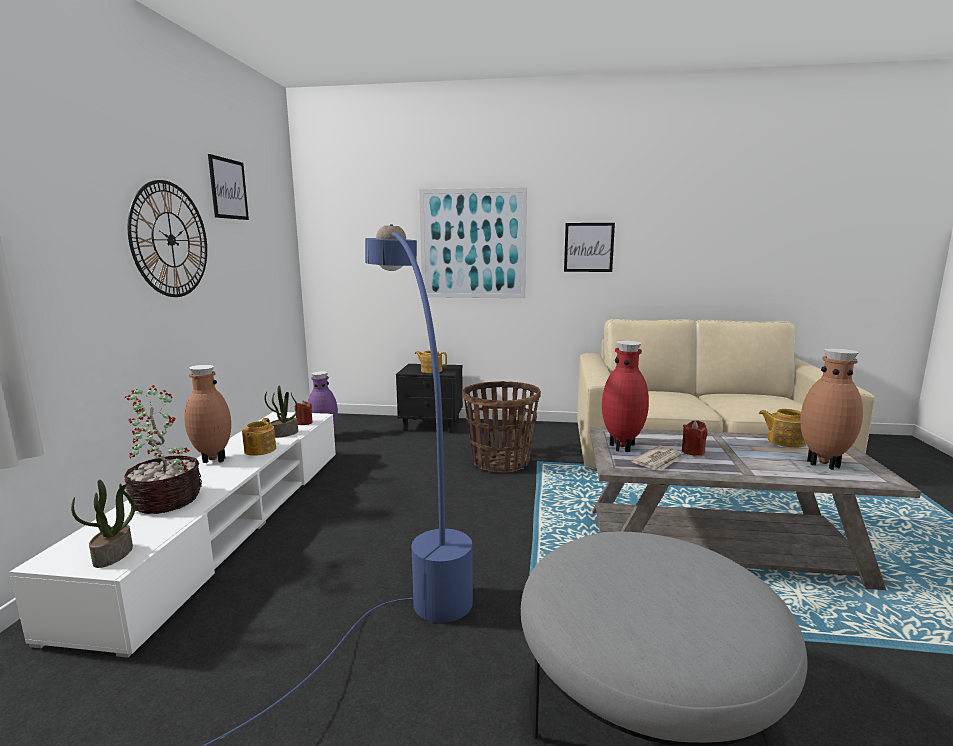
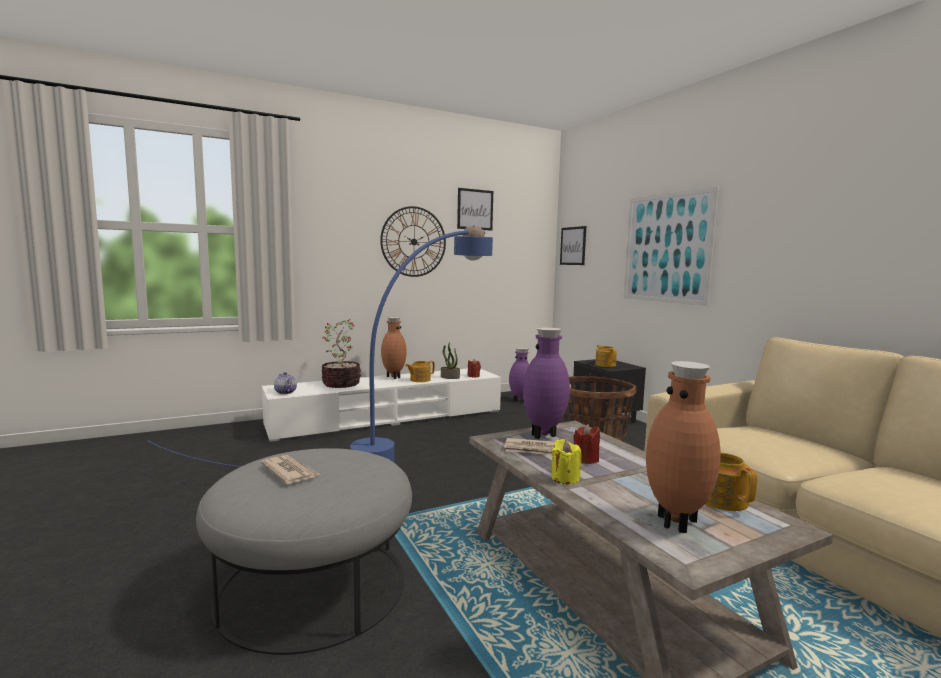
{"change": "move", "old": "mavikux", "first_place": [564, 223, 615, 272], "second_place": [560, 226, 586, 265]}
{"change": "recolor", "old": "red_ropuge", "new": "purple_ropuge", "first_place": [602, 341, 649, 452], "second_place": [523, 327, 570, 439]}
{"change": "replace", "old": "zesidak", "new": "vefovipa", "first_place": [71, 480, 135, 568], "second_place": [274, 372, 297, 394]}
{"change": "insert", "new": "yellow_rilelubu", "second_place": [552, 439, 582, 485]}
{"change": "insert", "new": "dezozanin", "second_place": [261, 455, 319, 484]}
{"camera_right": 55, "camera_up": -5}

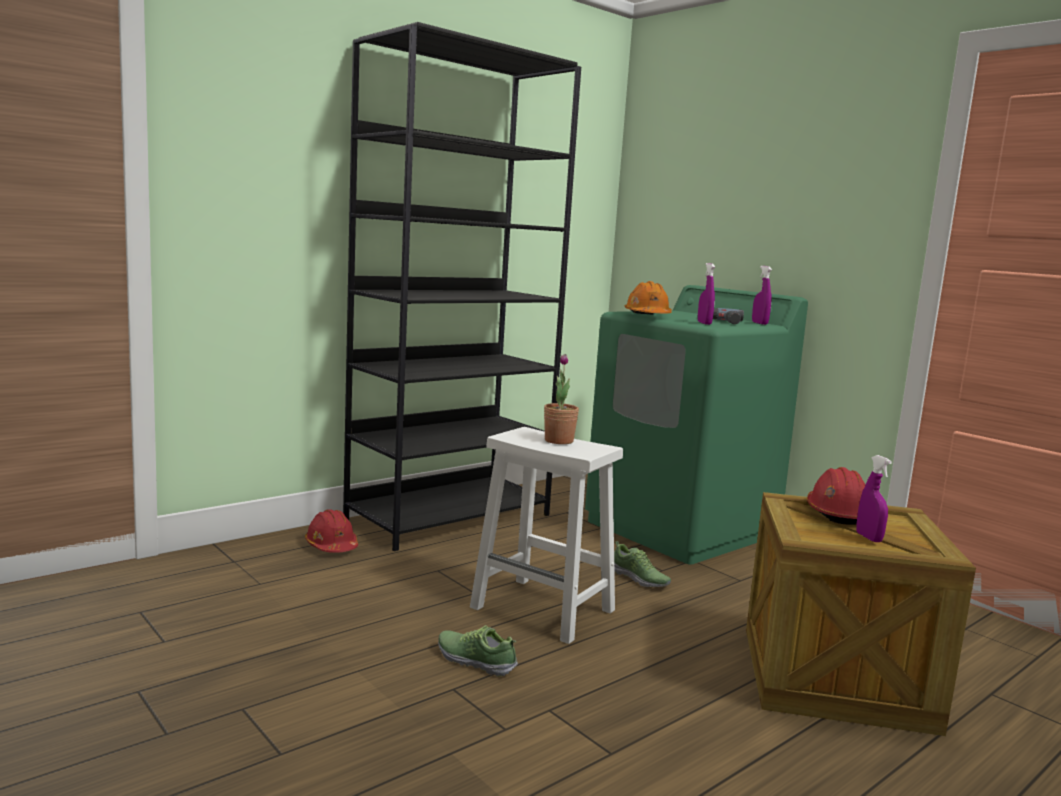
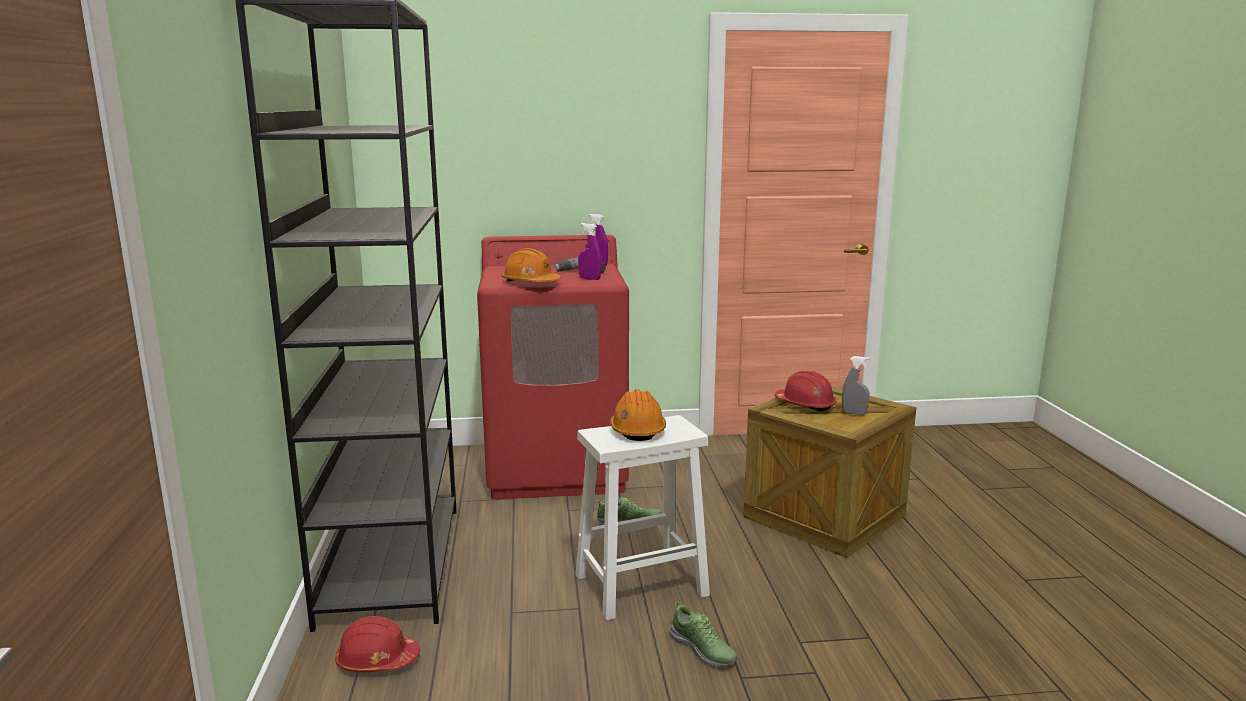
{"change": "recolor", "old": "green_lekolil", "new": "red_lekolil", "first_place": [585, 285, 808, 565], "second_place": [477, 235, 629, 500]}
{"change": "replace", "old": "zesidak", "new": "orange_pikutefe", "first_place": [544, 354, 579, 444], "second_place": [610, 389, 666, 441]}
{"change": "recolor", "old": "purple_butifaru", "new": "grey_butifaru", "first_place": [856, 455, 892, 542], "second_place": [842, 356, 870, 415]}
{"change": "rotate", "old": "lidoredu", "first_place": [438, 625, 518, 677], "second_place": [670, 601, 738, 666], "degrees": -105}
{"camera_right": -55, "camera_up": 5}

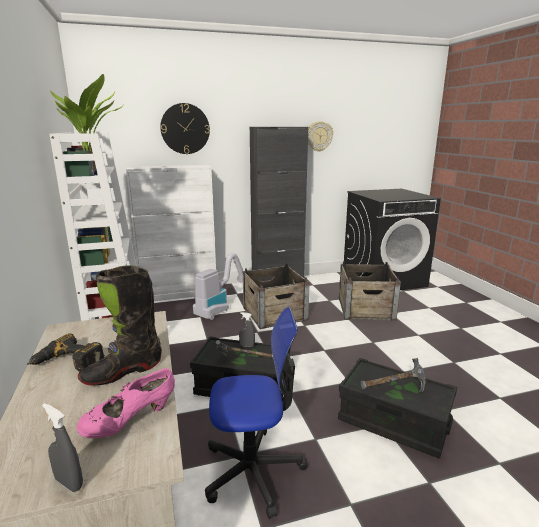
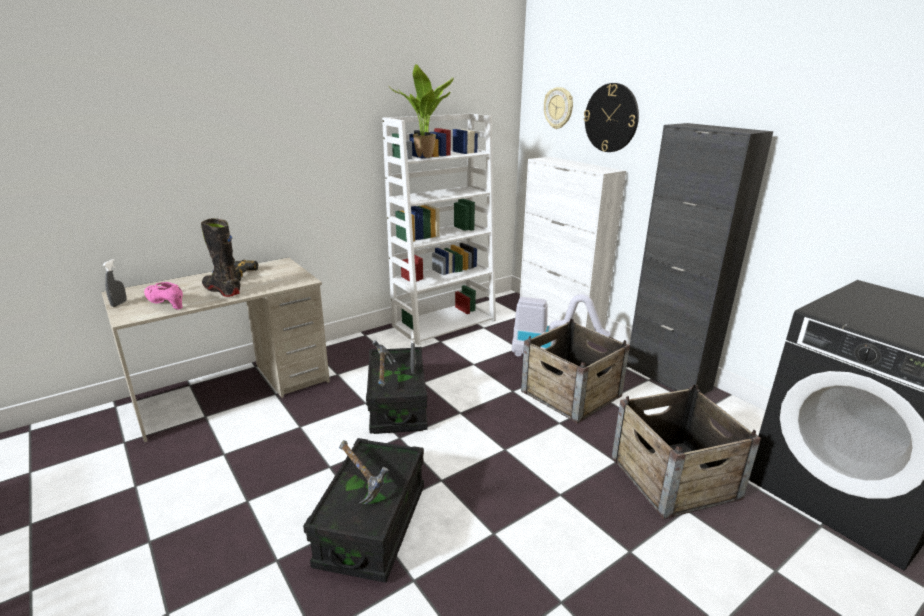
{"change": "move", "old": "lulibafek", "first_place": [308, 121, 333, 152], "second_place": [544, 87, 573, 129]}
{"change": "delete", "old": "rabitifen", "first_place": [205, 307, 308, 519]}
{"camera_right": 70, "camera_up": 5}

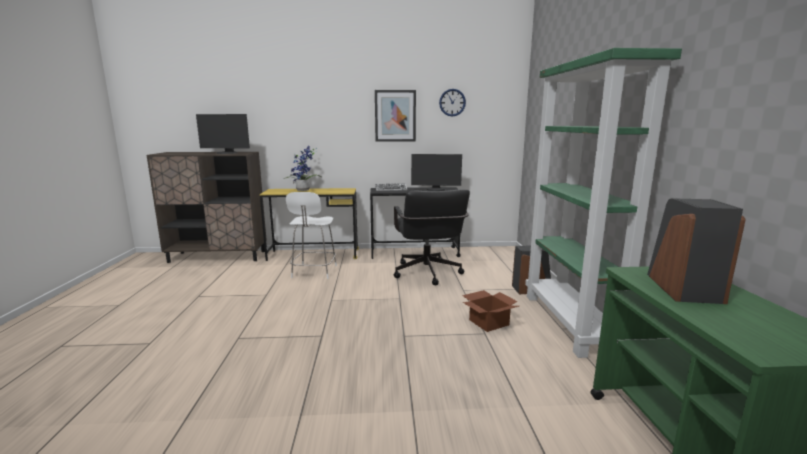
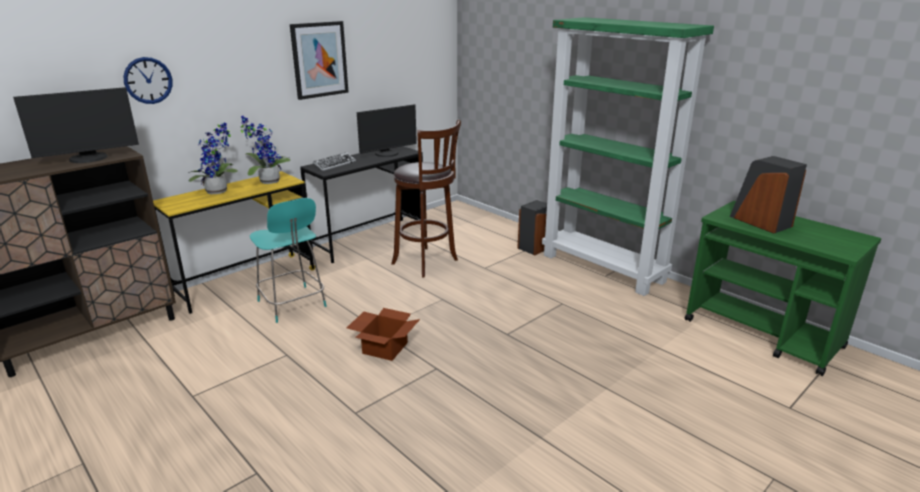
{"change": "move", "old": "lulibafek", "first_place": [439, 89, 466, 116], "second_place": [123, 57, 173, 104]}
{"change": "replace", "old": "black_rabitifen", "new": "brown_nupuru", "first_place": [393, 189, 470, 286], "second_place": [391, 119, 461, 277]}
{"change": "recolor", "old": "white_nupuru", "new": "turquoise_nupuru", "first_place": [286, 192, 337, 279], "second_place": [250, 198, 327, 323]}
{"change": "move", "old": "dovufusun", "first_place": [462, 290, 519, 332], "second_place": [347, 308, 420, 361]}
{"change": "insert", "new": "zesidak", "second_place": [241, 116, 290, 184]}
{"camera_right": -40, "camera_up": 10}

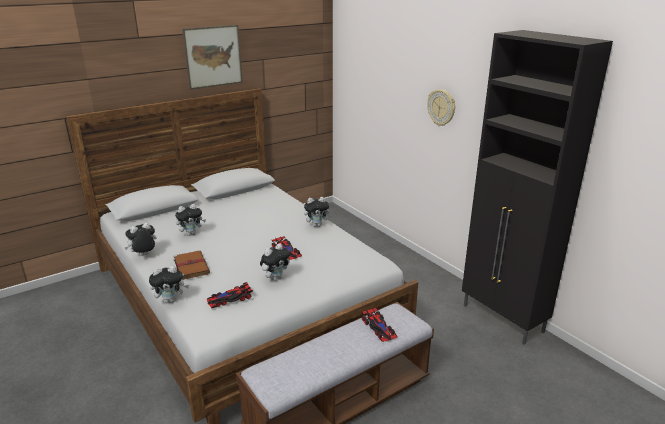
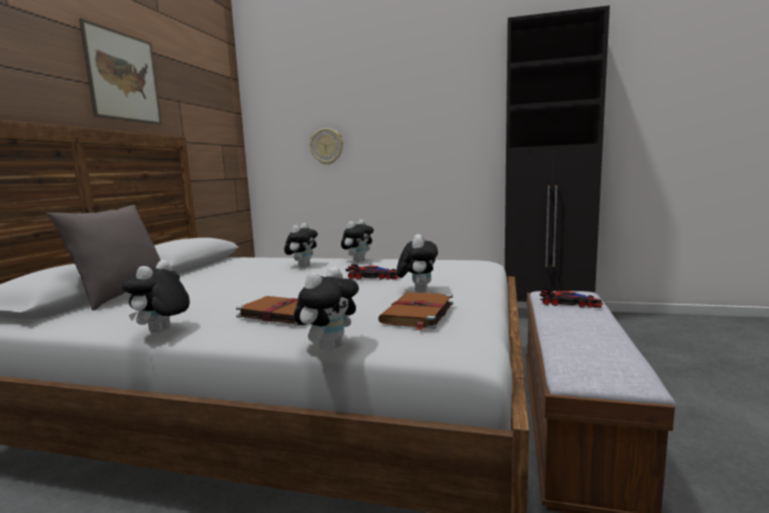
{"change": "move", "old": "lulibafek", "first_place": [427, 89, 455, 126], "second_place": [310, 128, 343, 165]}
{"change": "move", "old": "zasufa", "first_place": [175, 204, 206, 236], "second_place": [284, 223, 318, 267]}
{"change": "replace", "old": "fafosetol", "new": "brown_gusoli", "first_place": [207, 282, 253, 308], "second_place": [378, 292, 453, 331]}
{"change": "insert", "new": "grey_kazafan", "second_place": [46, 205, 161, 310]}
{"camera_right": -40, "camera_up": -15}

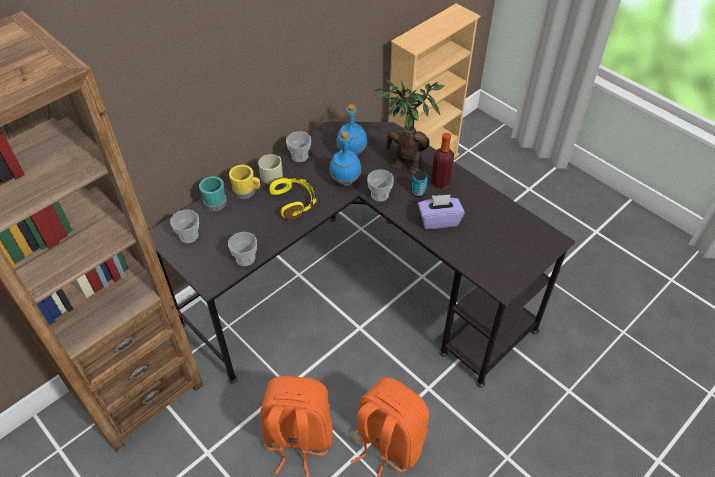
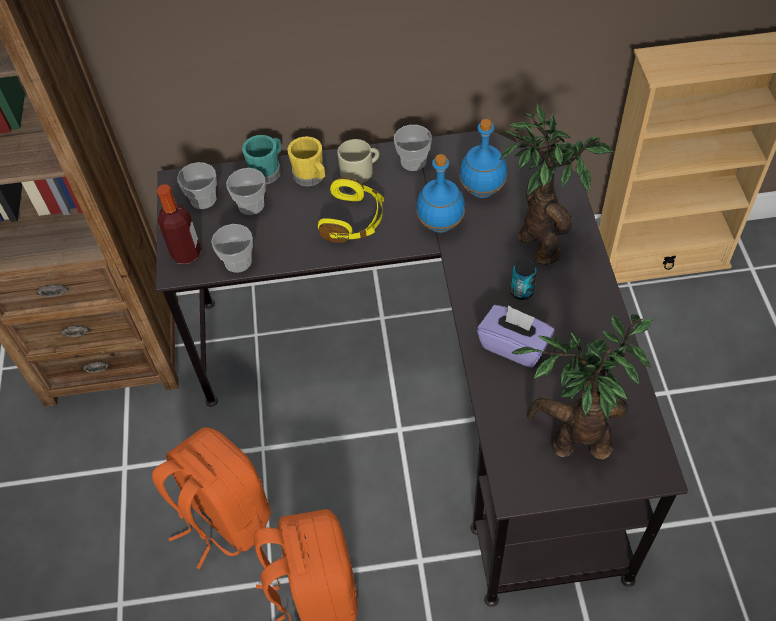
{"change": "move", "old": "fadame", "first_place": [431, 133, 454, 189], "second_place": [157, 184, 201, 264]}
{"change": "move", "old": "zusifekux", "first_place": [367, 170, 394, 202], "second_place": [226, 168, 266, 215]}
{"change": "insert", "new": "zesidak", "second_place": [512, 314, 653, 460]}
{"camera_right": 40, "camera_up": 5}

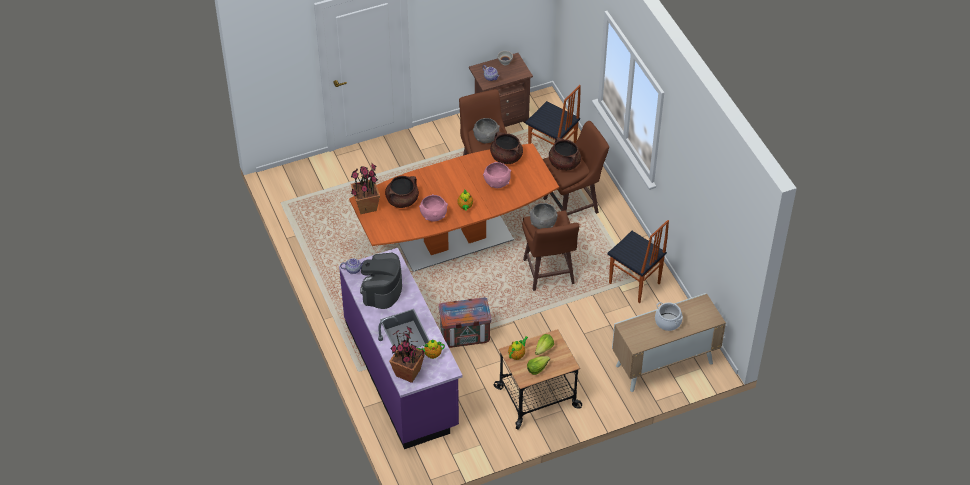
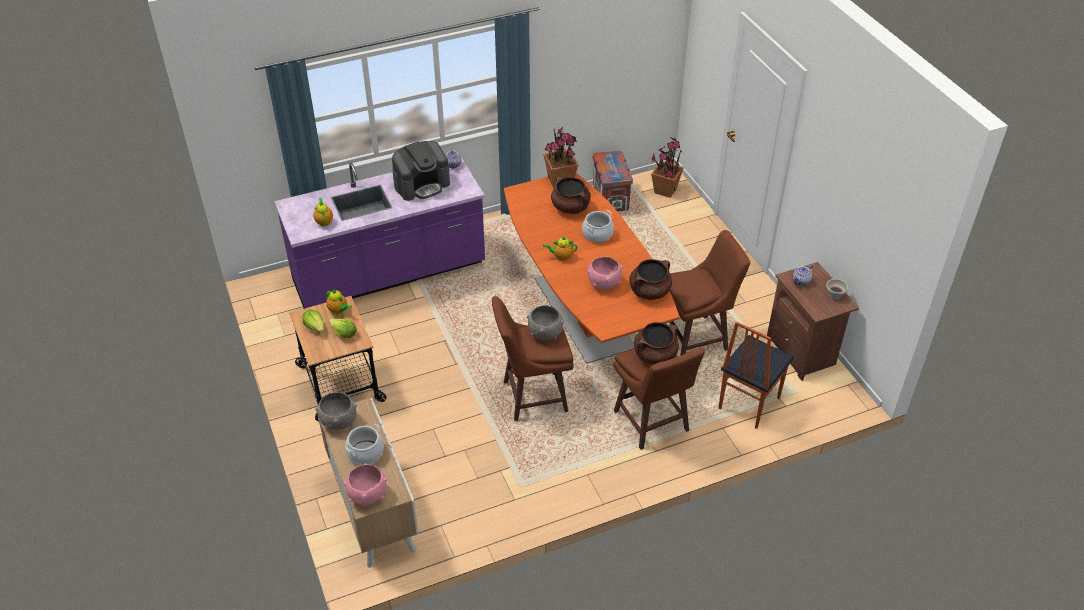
{"change": "move", "old": "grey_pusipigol", "first_place": [473, 118, 500, 143], "second_place": [315, 391, 357, 430]}
{"change": "move", "old": "pink_pusipigol", "first_place": [419, 194, 448, 222], "second_place": [344, 463, 387, 505]}
{"change": "delete", "old": "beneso", "first_place": [607, 220, 669, 303]}
{"change": "rotate", "old": "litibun", "first_place": [360, 253, 402, 309], "second_place": [392, 141, 450, 201], "degrees": 135}
{"change": "move", "old": "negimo", "first_place": [438, 297, 492, 348], "second_place": [593, 150, 633, 212]}
{"change": "move", "old": "zesidak", "first_place": [389, 327, 425, 383], "second_place": [651, 137, 684, 198]}
{"change": "insert", "new": "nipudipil", "second_place": [582, 210, 614, 243]}
{"camera_right": 90, "camera_up": -5}

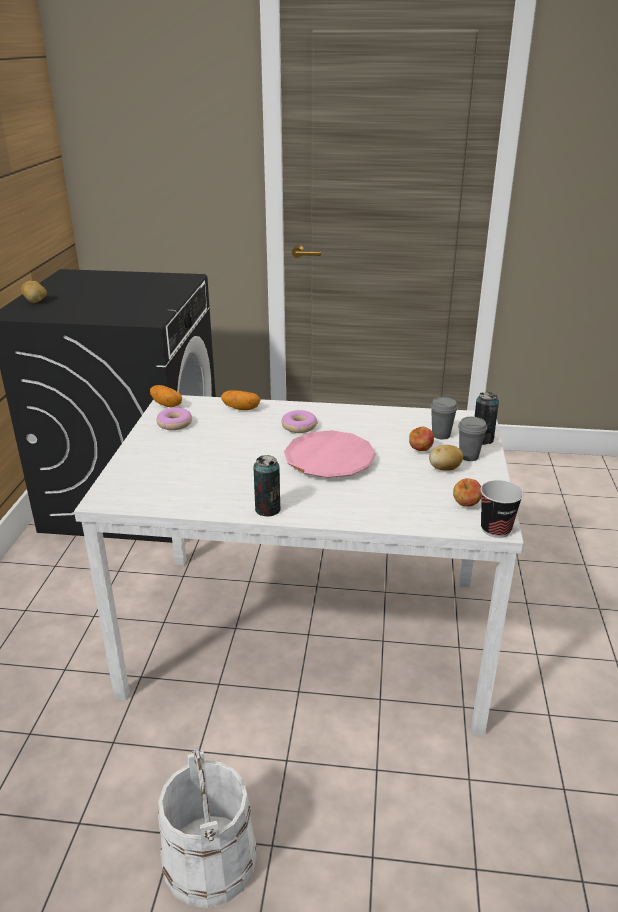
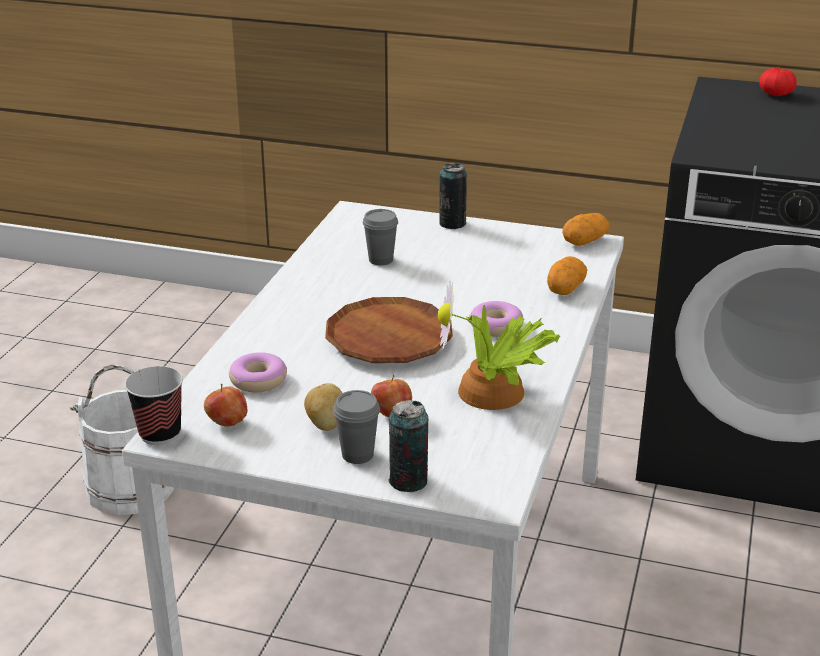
{"change": "replace", "old": "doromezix", "new": "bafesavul", "first_place": [21, 281, 47, 303], "second_place": [759, 68, 797, 96]}
{"change": "move", "old": "grey_zusifekux", "first_place": [430, 397, 458, 439], "second_place": [363, 209, 398, 266]}
{"change": "move", "old": "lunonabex", "first_place": [156, 408, 192, 430], "second_place": [229, 352, 287, 392]}
{"change": "recolor", "old": "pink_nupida", "new": "brown_nupida", "first_place": [284, 430, 376, 478], "second_place": [325, 297, 453, 363]}
{"change": "move", "old": "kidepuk", "first_place": [253, 455, 280, 517], "second_place": [439, 163, 467, 229]}
{"change": "insert", "new": "zesidak", "second_place": [438, 282, 560, 410]}
{"camera_right": 100, "camera_up": 0}

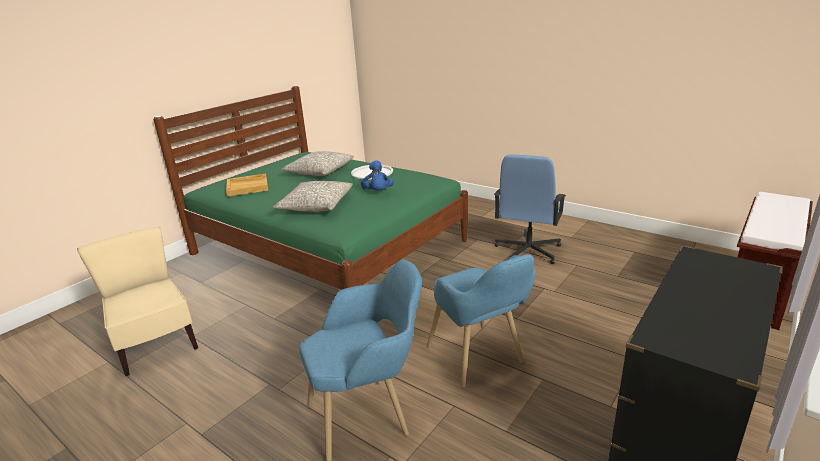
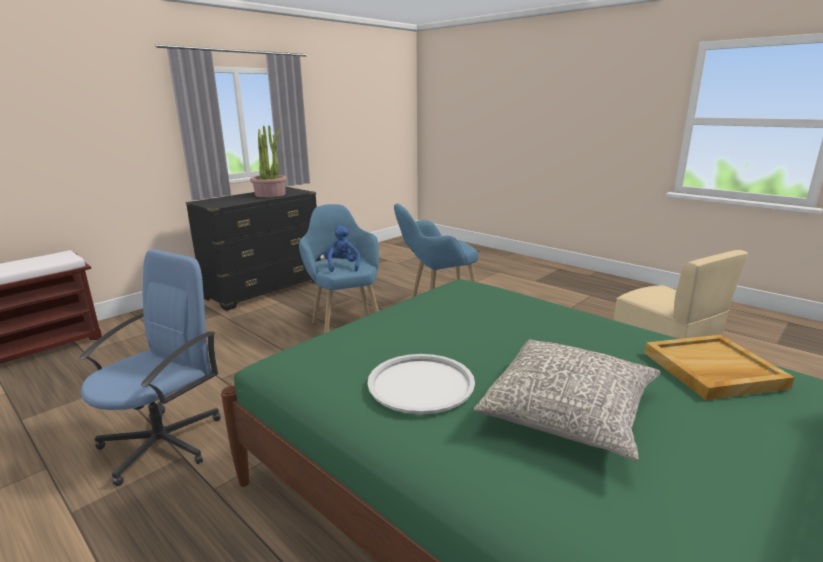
{"change": "move", "old": "blue_zasufa", "first_place": [361, 160, 394, 191], "second_place": [323, 225, 360, 272]}
{"change": "delete", "old": "grey_kazafan", "first_place": [273, 181, 353, 212]}
{"change": "insert", "new": "zesidak", "second_place": [250, 125, 287, 197]}
{"camera_right": -175, "camera_up": -5}

